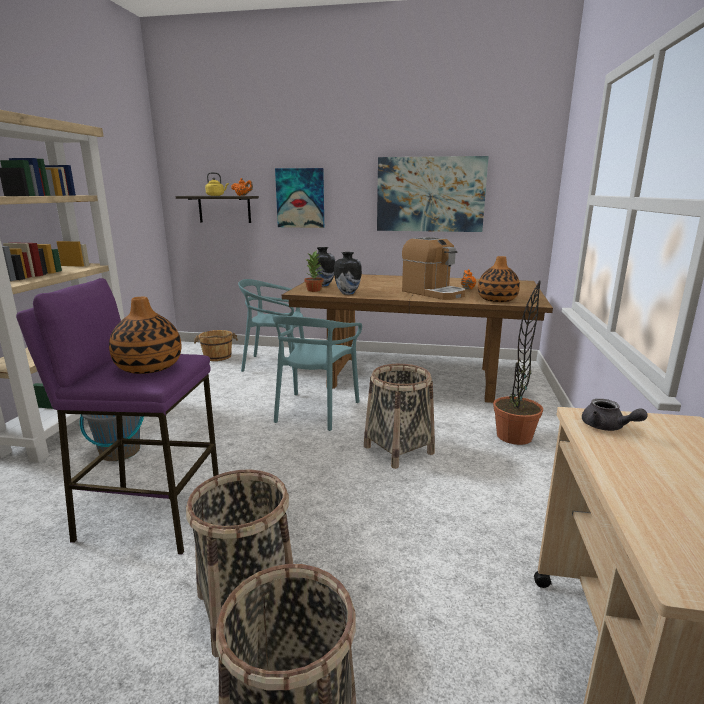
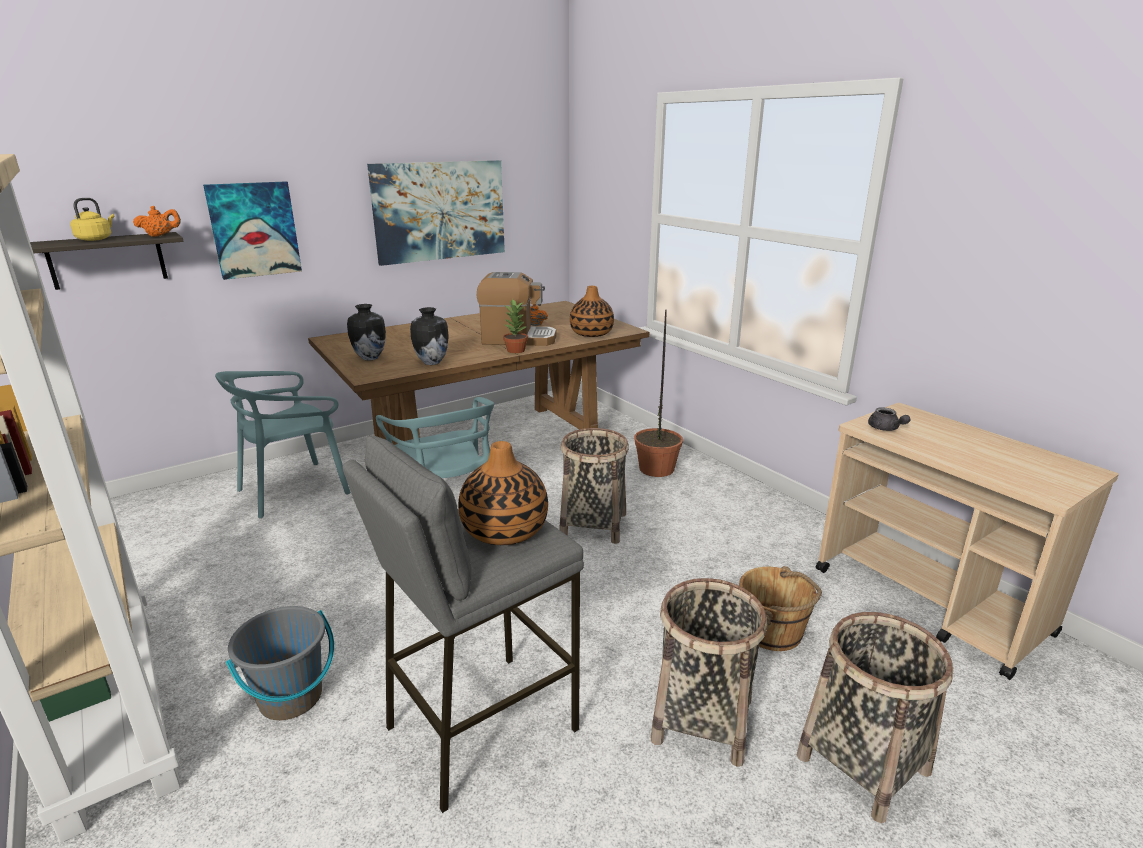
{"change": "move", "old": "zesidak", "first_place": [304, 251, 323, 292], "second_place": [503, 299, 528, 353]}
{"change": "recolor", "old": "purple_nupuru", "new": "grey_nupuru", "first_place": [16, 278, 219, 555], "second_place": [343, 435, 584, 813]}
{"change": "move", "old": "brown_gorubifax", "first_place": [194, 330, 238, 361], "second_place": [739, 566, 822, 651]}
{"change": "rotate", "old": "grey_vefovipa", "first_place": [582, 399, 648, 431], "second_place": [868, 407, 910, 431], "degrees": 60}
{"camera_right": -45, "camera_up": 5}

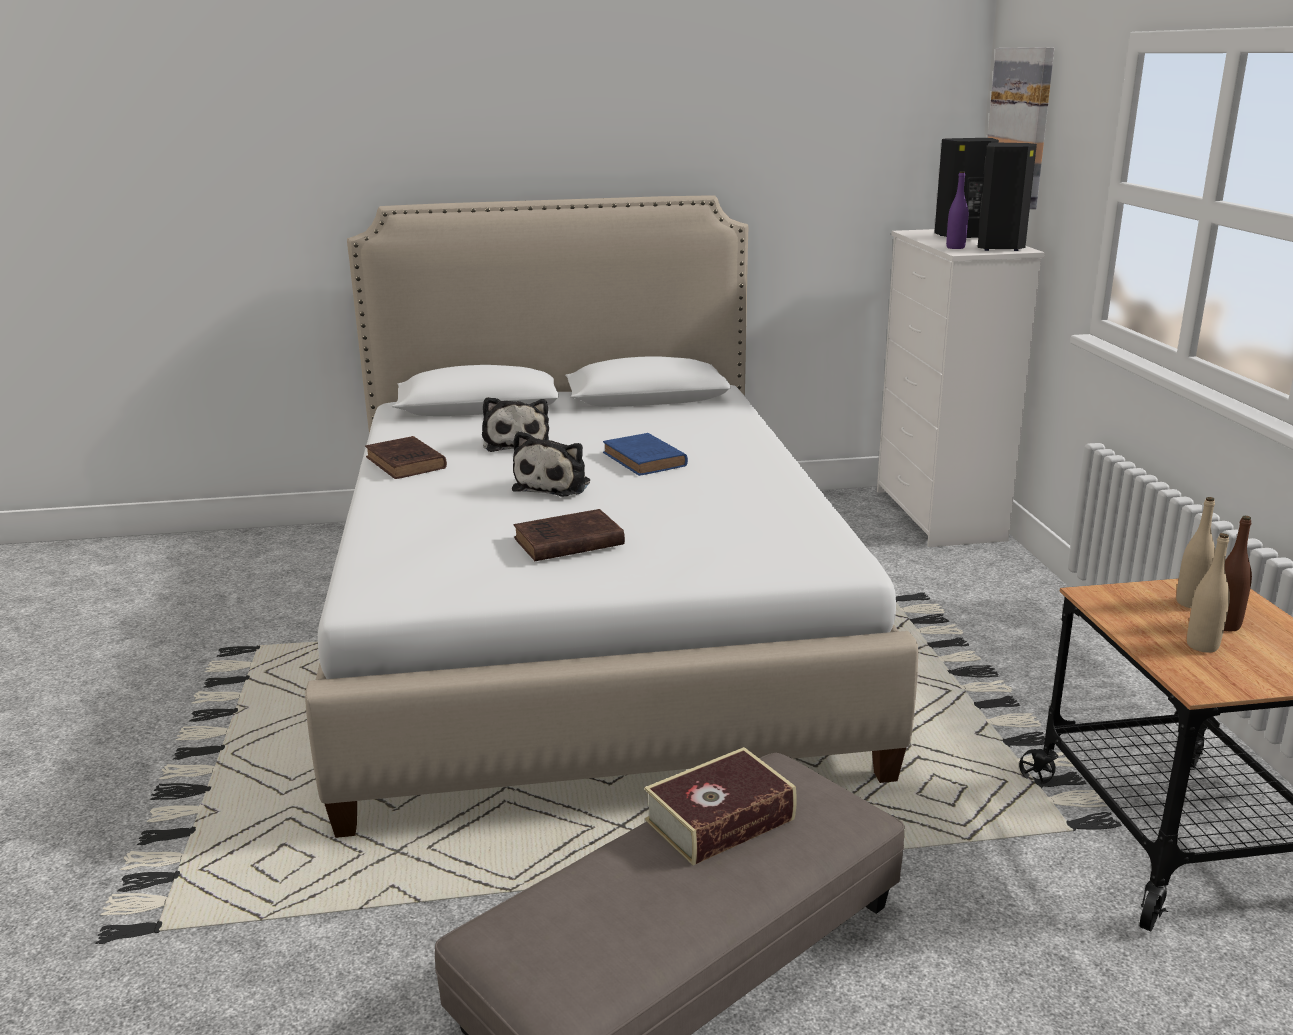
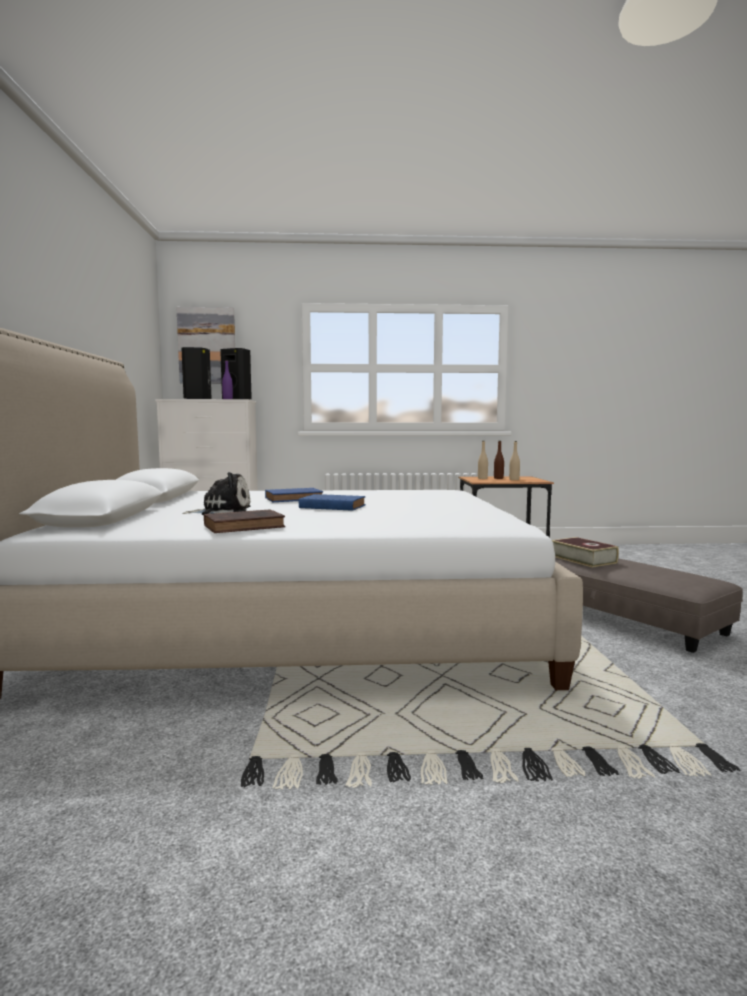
{"change": "replace", "old": "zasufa", "new": "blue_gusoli", "first_place": [512, 431, 590, 497], "second_place": [299, 494, 366, 511]}
{"change": "delete", "old": "brown_gusoli", "first_place": [514, 509, 625, 561]}
{"camera_right": -85, "camera_up": -15}

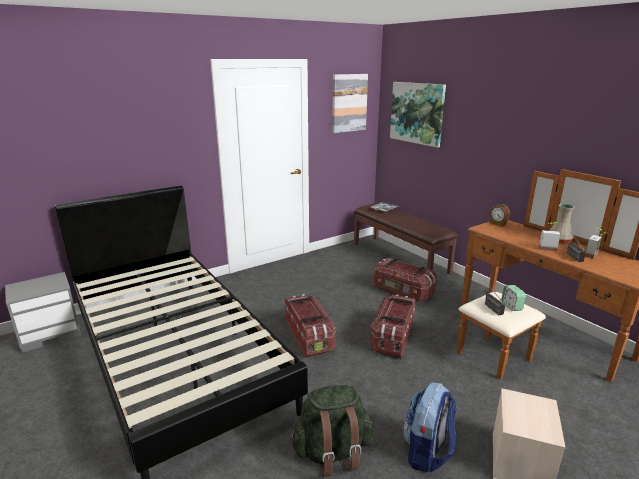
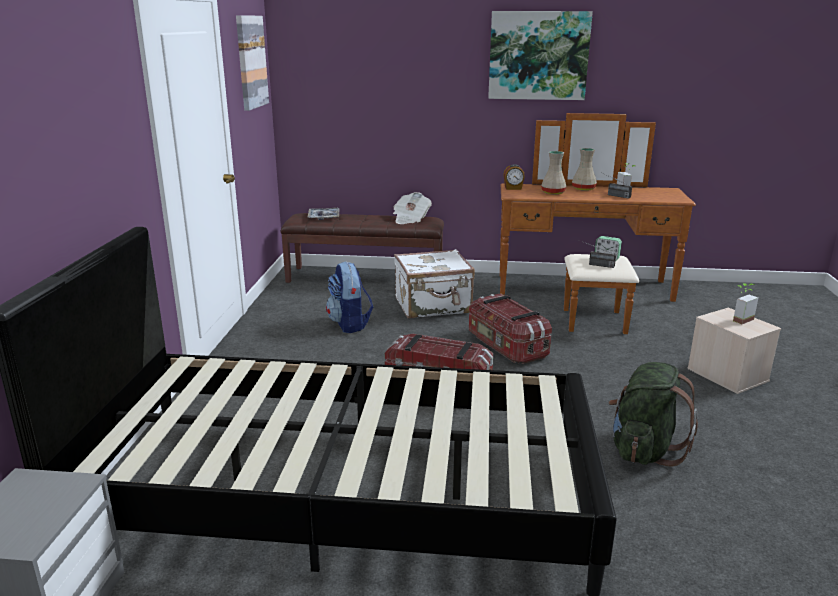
{"change": "move", "old": "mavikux", "first_place": [390, 82, 446, 148], "second_place": [488, 11, 593, 100]}
{"change": "move", "old": "zesidak", "first_place": [539, 222, 560, 251], "second_place": [733, 283, 758, 324]}
{"change": "replace", "old": "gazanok", "new": "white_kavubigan", "first_place": [373, 258, 437, 302], "second_place": [394, 249, 475, 318]}
{"change": "move", "old": "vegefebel", "first_place": [403, 382, 457, 472], "second_place": [326, 261, 373, 333]}
{"change": "insert", "new": "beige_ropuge", "second_place": [541, 151, 566, 195]}
{"change": "insert", "new": "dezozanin", "second_place": [393, 192, 432, 224]}
{"camera_right": -50, "camera_up": 0}

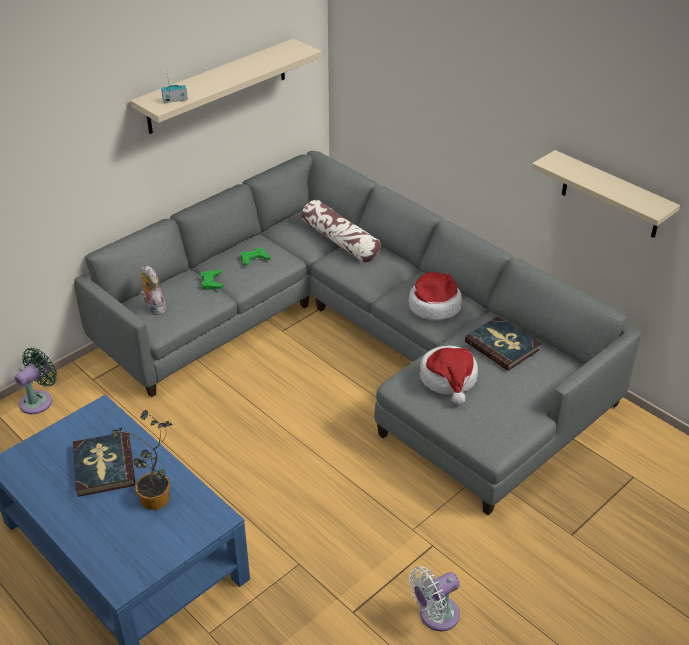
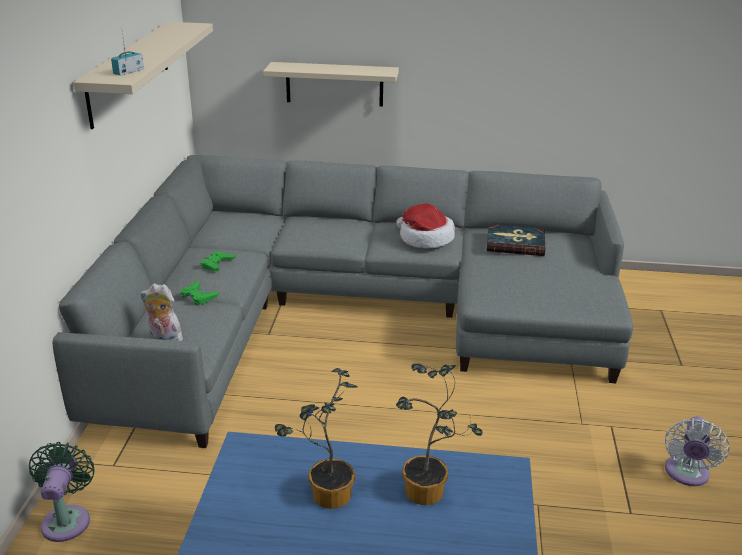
{"change": "move", "old": "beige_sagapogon", "first_place": [532, 150, 680, 238], "second_place": [263, 62, 399, 107]}
{"change": "delete", "old": "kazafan", "first_place": [301, 200, 381, 263]}
{"change": "delete", "old": "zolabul", "first_place": [420, 346, 478, 405]}
{"change": "replace", "old": "gusoli", "new": "zesidak", "first_place": [73, 433, 135, 497], "second_place": [275, 368, 358, 509]}
{"camera_right": -40, "camera_up": -10}

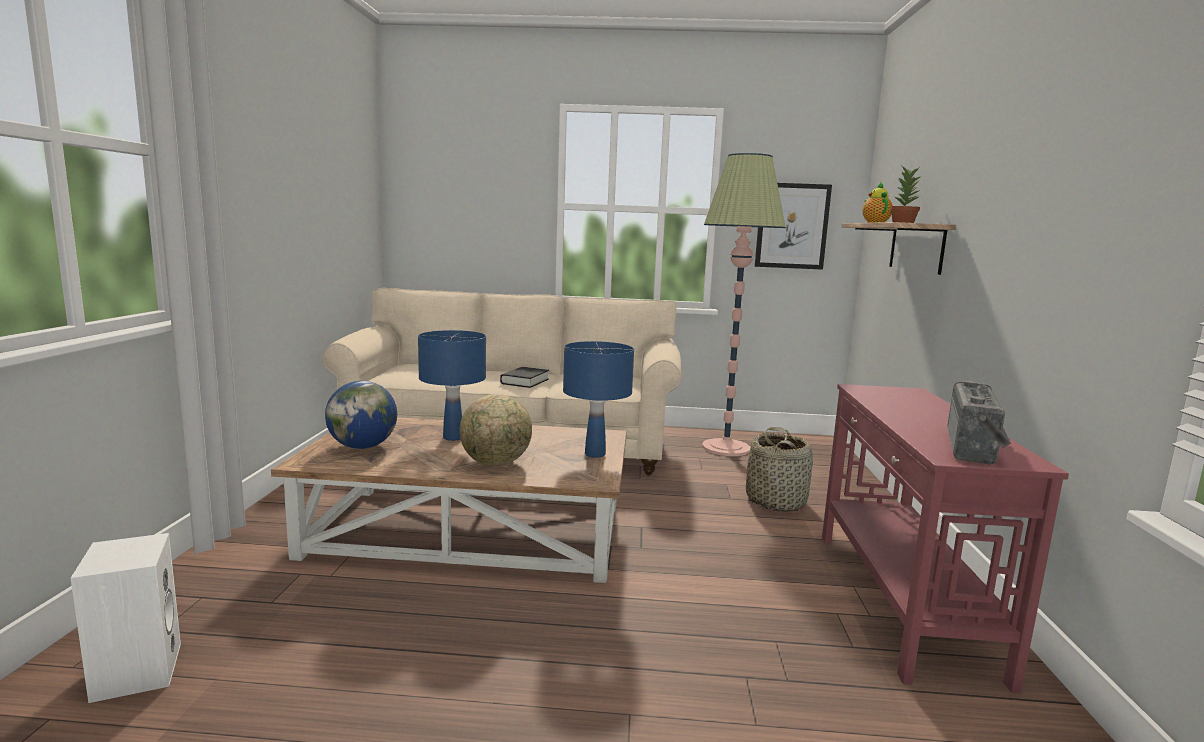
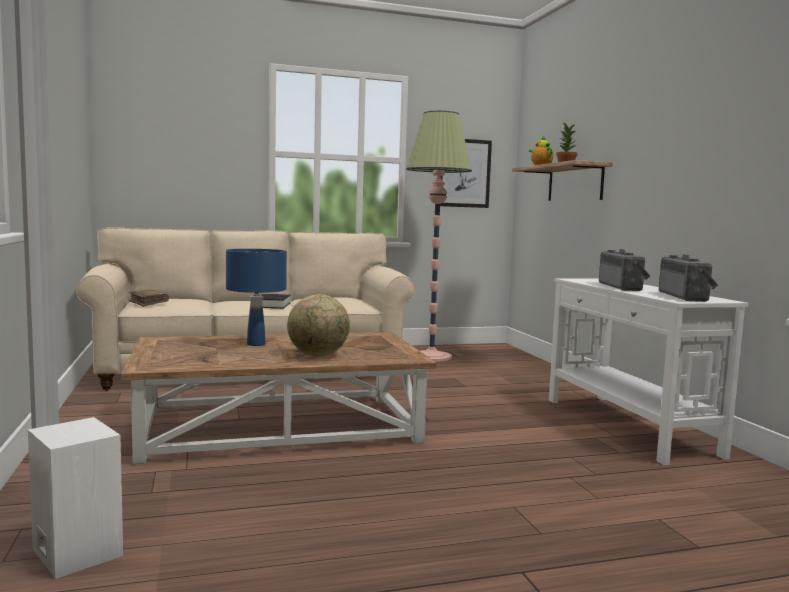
{"change": "delete", "old": "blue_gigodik", "first_place": [563, 341, 634, 458]}
{"change": "delete", "old": "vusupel", "first_place": [325, 381, 397, 449]}
{"change": "recolor", "old": "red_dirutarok", "new": "white_dirutarok", "first_place": [822, 384, 1069, 694], "second_place": [549, 278, 748, 465]}
{"change": "delete", "old": "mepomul", "first_place": [746, 427, 813, 512]}
{"change": "insert", "new": "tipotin", "second_place": [599, 249, 650, 291]}
{"change": "insert", "new": "brown_gusoli", "second_place": [128, 290, 169, 307]}
{"camera_right": -20, "camera_up": -5}

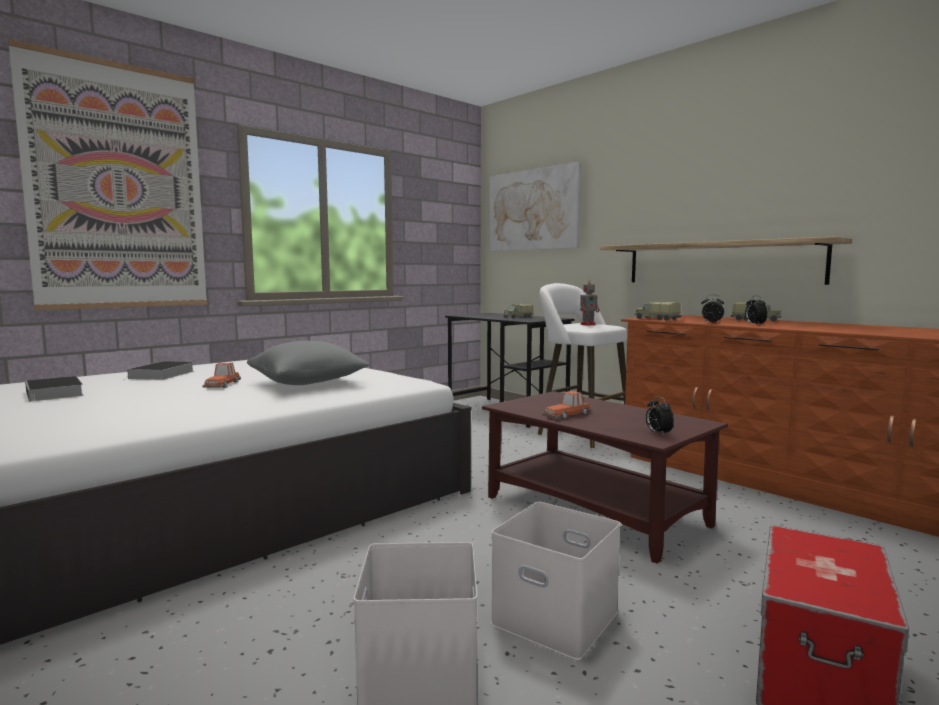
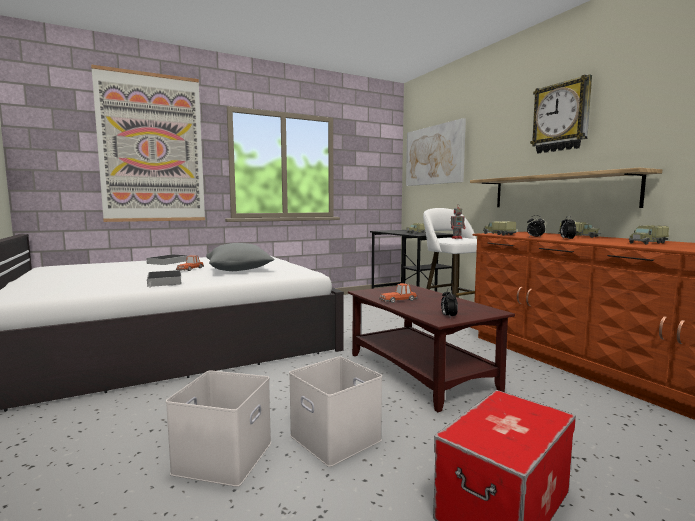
{"change": "move", "old": "gusoli", "first_place": [25, 376, 84, 403], "second_place": [147, 270, 182, 288]}
{"change": "insert", "new": "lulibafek", "second_place": [530, 74, 592, 153]}
{"change": "insert", "new": "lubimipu", "second_place": [629, 225, 669, 245]}
{"camera_right": 15, "camera_up": 0}

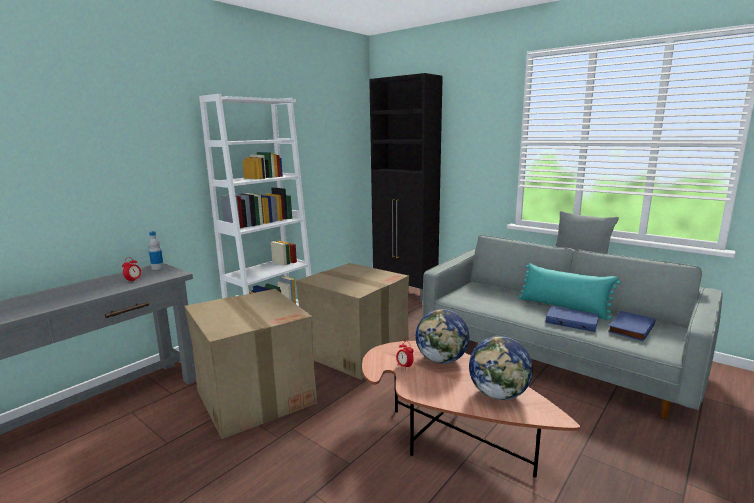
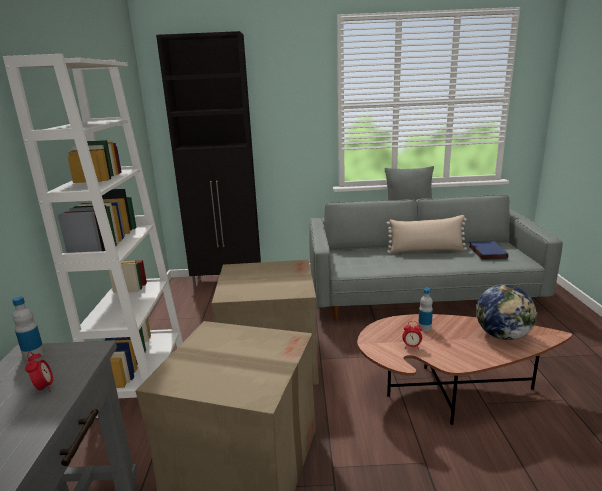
{"change": "recolor", "old": "turquoise_kazafan", "new": "beige_kazafan", "first_place": [518, 263, 621, 320], "second_place": [387, 215, 467, 254]}
{"change": "delete", "old": "blue_gusoli", "first_place": [546, 306, 599, 332]}
{"change": "replace", "old": "vusupel", "new": "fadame", "first_place": [416, 309, 469, 364], "second_place": [418, 288, 433, 331]}
{"camera_right": -40, "camera_up": 5}

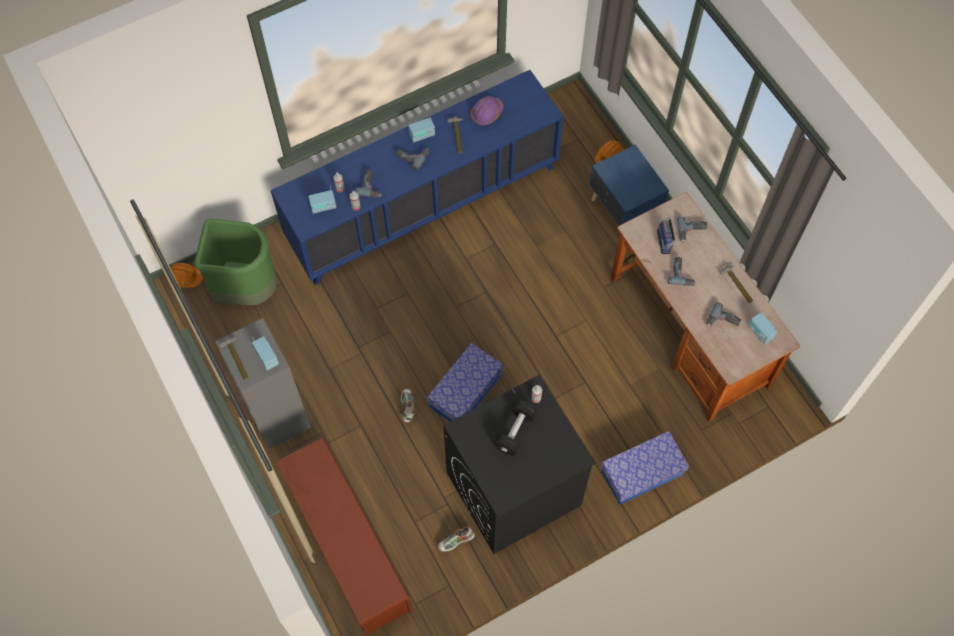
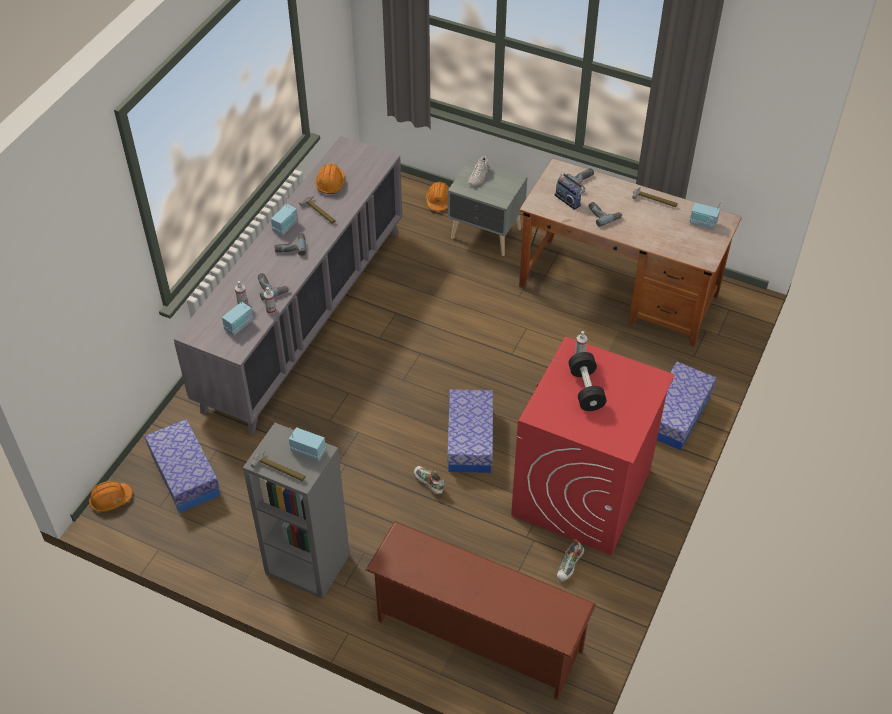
{"change": "recolor", "old": "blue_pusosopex", "new": "grey_pusosopex", "first_place": [271, 70, 563, 285], "second_place": [174, 136, 402, 434]}
{"change": "recolor", "old": "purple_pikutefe", "new": "orange_pikutefe", "first_place": [471, 96, 504, 125], "second_place": [315, 164, 345, 194]}
{"change": "recolor", "old": "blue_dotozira", "new": "grey_dotozira", "first_place": [589, 145, 669, 226], "second_place": [448, 159, 527, 256]}
{"change": "replace", "old": "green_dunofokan", "new": "gazanok", "first_place": [194, 219, 277, 305], "second_place": [145, 419, 220, 513]}
{"change": "delete", "old": "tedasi", "first_place": [706, 302, 741, 327]}
{"change": "recolor", "old": "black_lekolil", "new": "red_lekolil", "first_place": [443, 375, 596, 554], "second_place": [511, 337, 675, 555]}
{"change": "insert", "new": "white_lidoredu", "second_place": [468, 156, 489, 186]}
{"camera_right": -35, "camera_up": -15}

